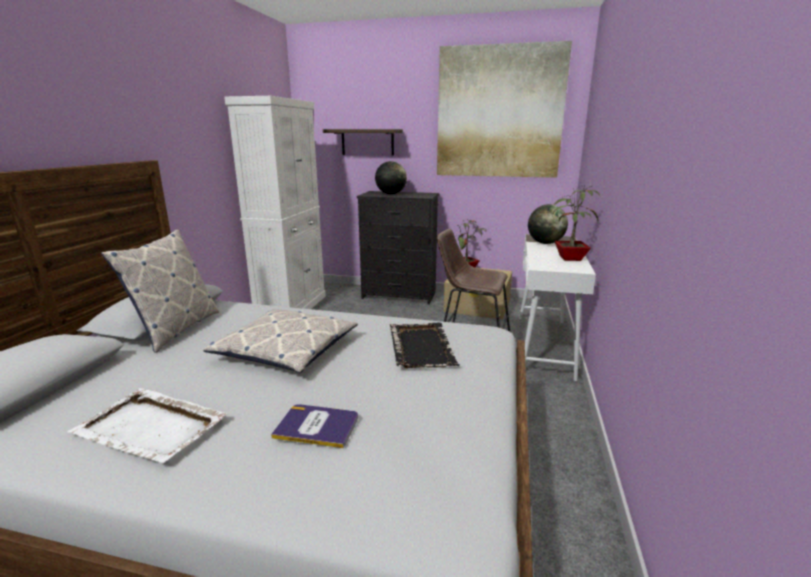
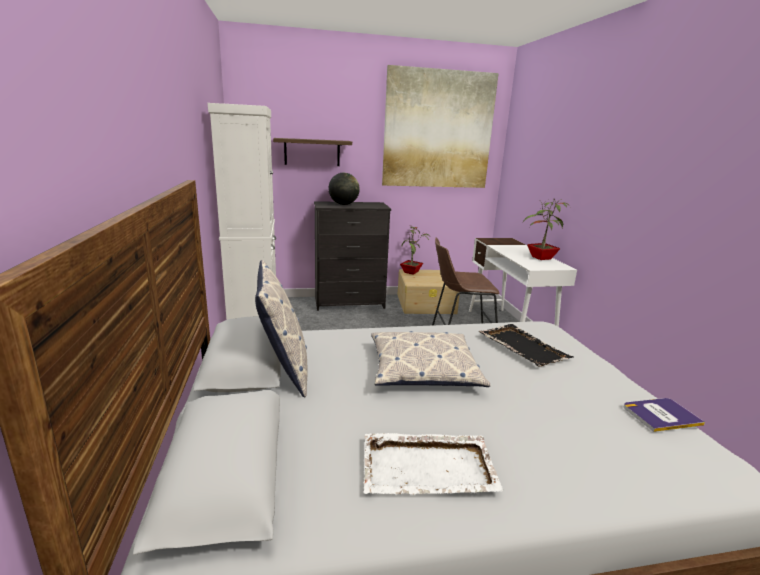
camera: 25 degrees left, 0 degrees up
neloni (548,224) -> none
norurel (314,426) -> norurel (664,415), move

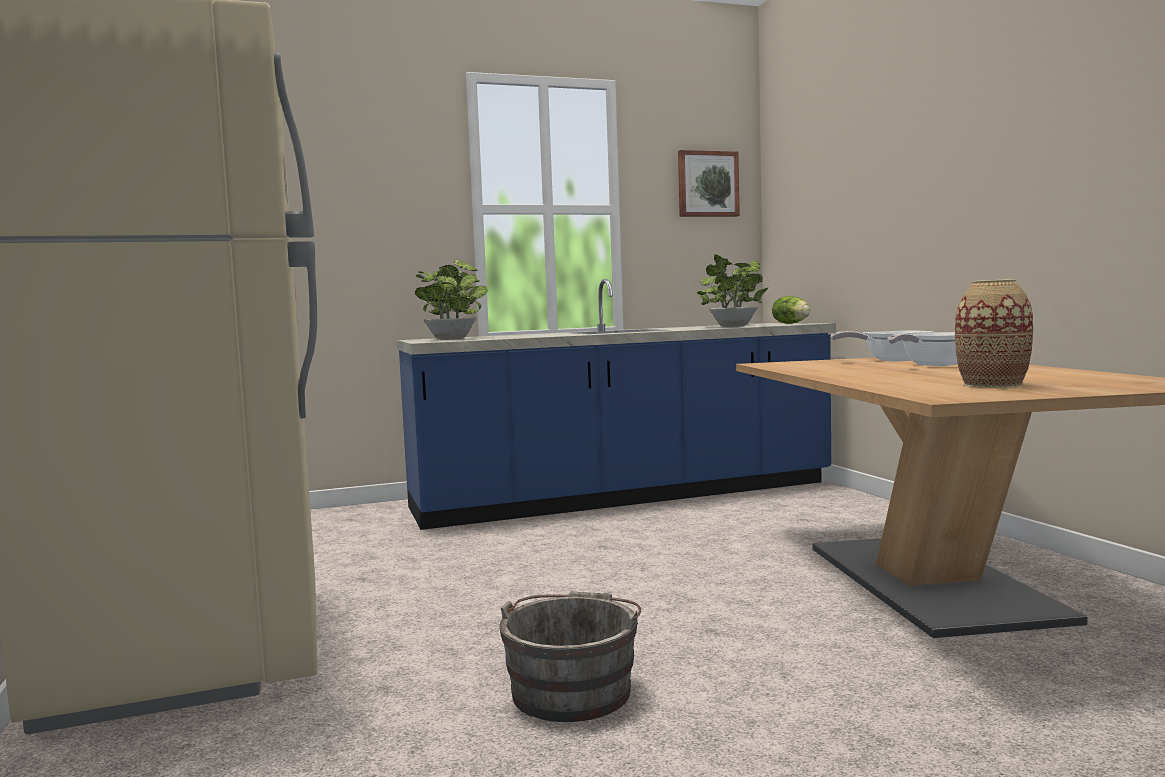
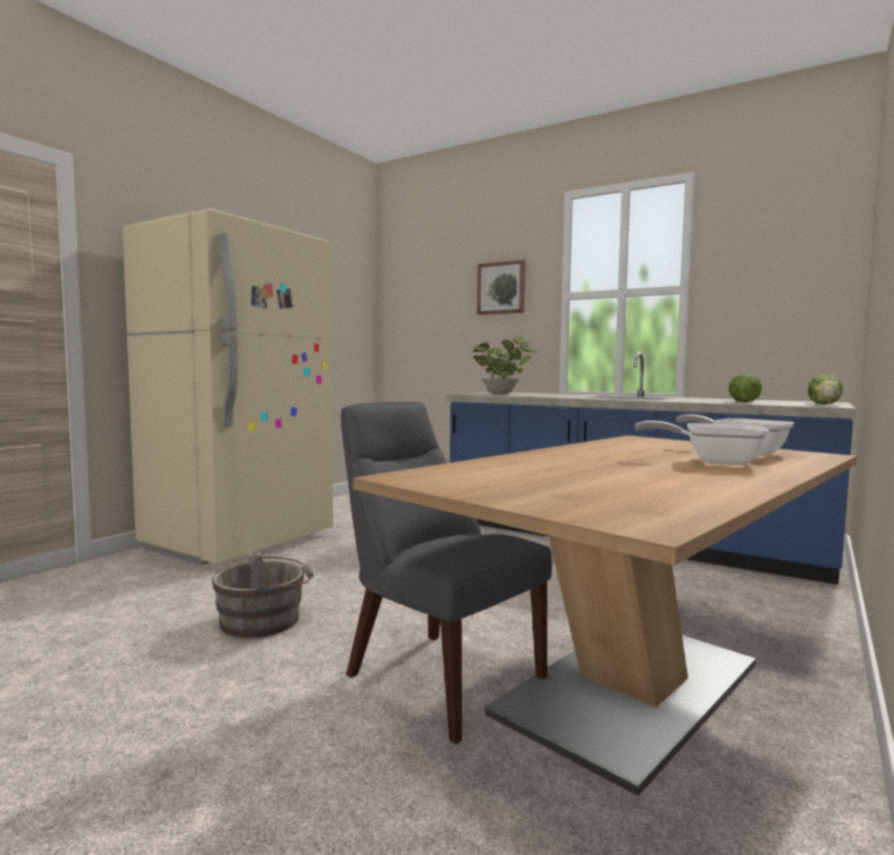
camera: 50 degrees right, 0 degrees up
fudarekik (994,333) -> none
none -> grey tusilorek (446,573)
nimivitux (709,183) -> nimivitux (501,287), move
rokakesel (731,290) -> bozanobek (745,387)

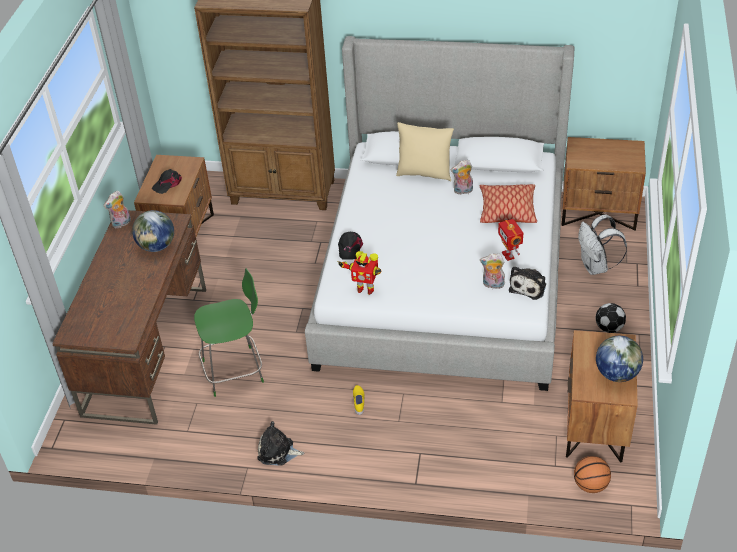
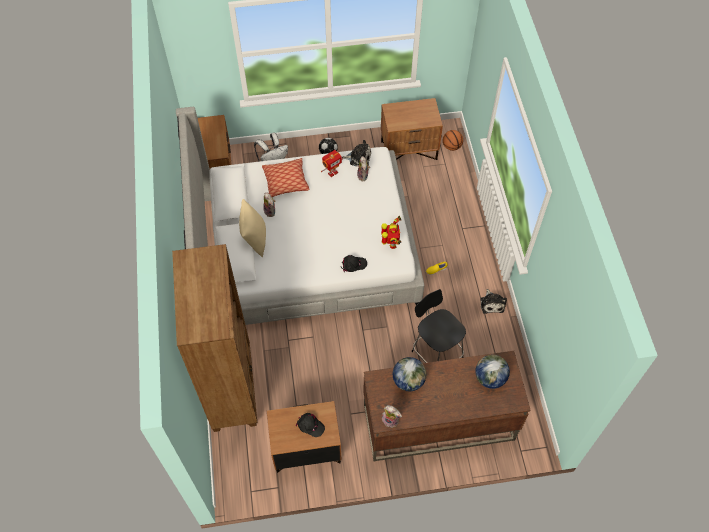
camera: 110 degrees left, 15 degrees up
neloni (619,359) -> neloni (492,372), move
green tusilorek (229,332) -> black tusilorek (438,326)

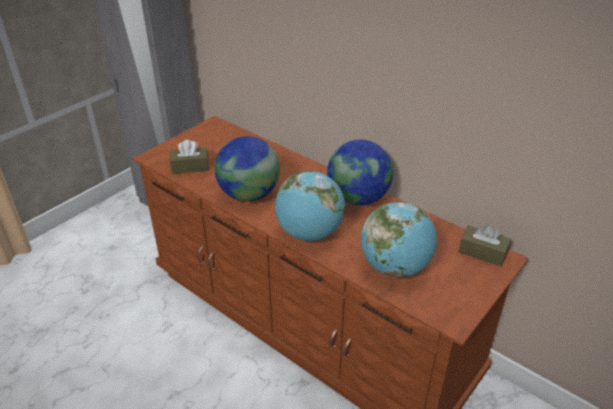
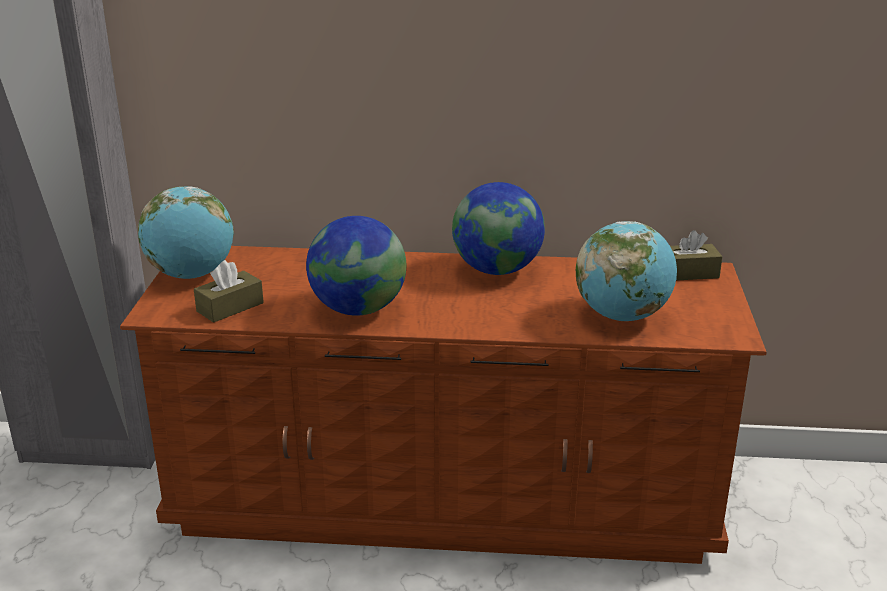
camera: 35 degrees left, 10 degrees down
neloni (310,206) -> neloni (186,232), move

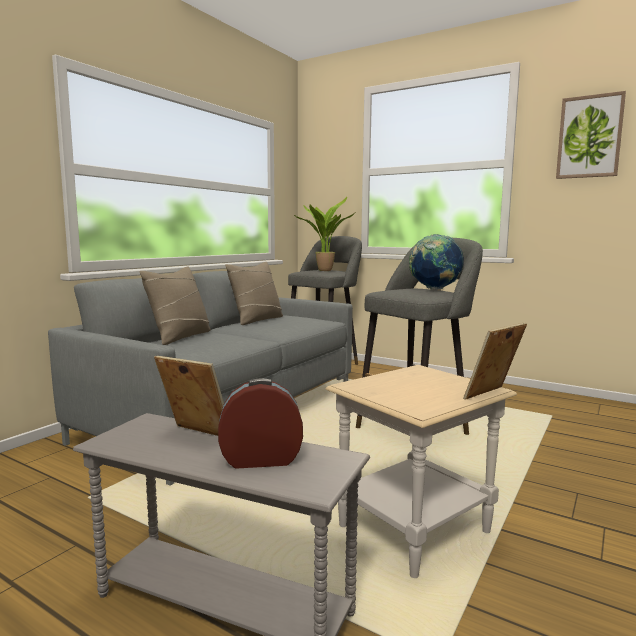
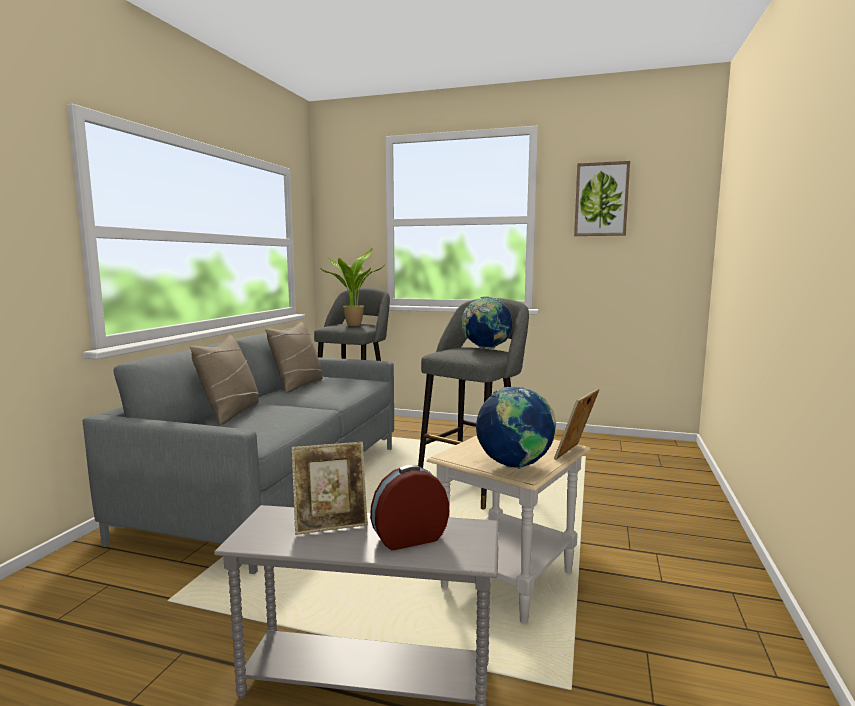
camera: 15 degrees left, 0 degrees up
none -> neloni (516,427)
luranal (189,396) -> luranal (330,488), 150 degrees clockwise

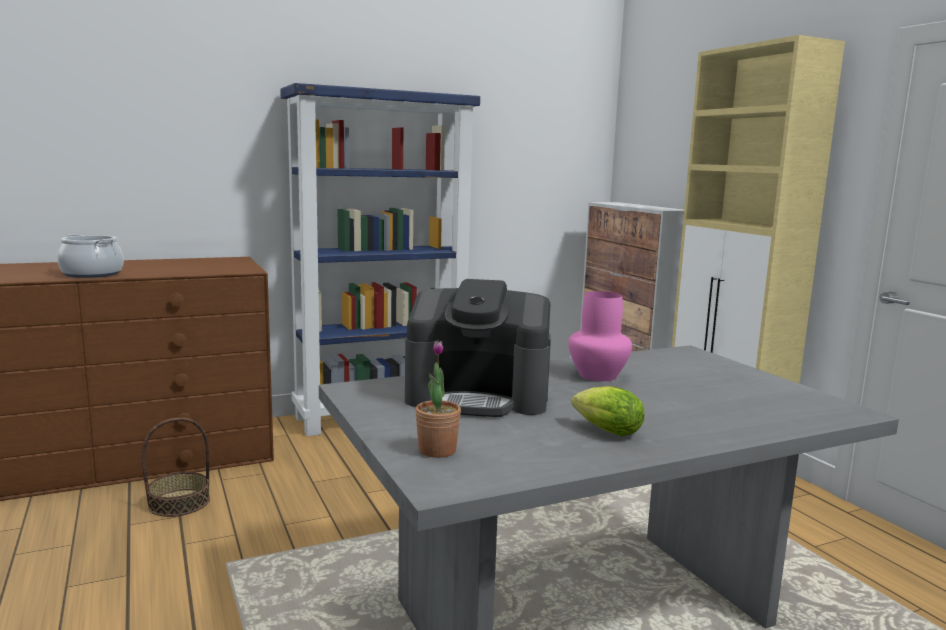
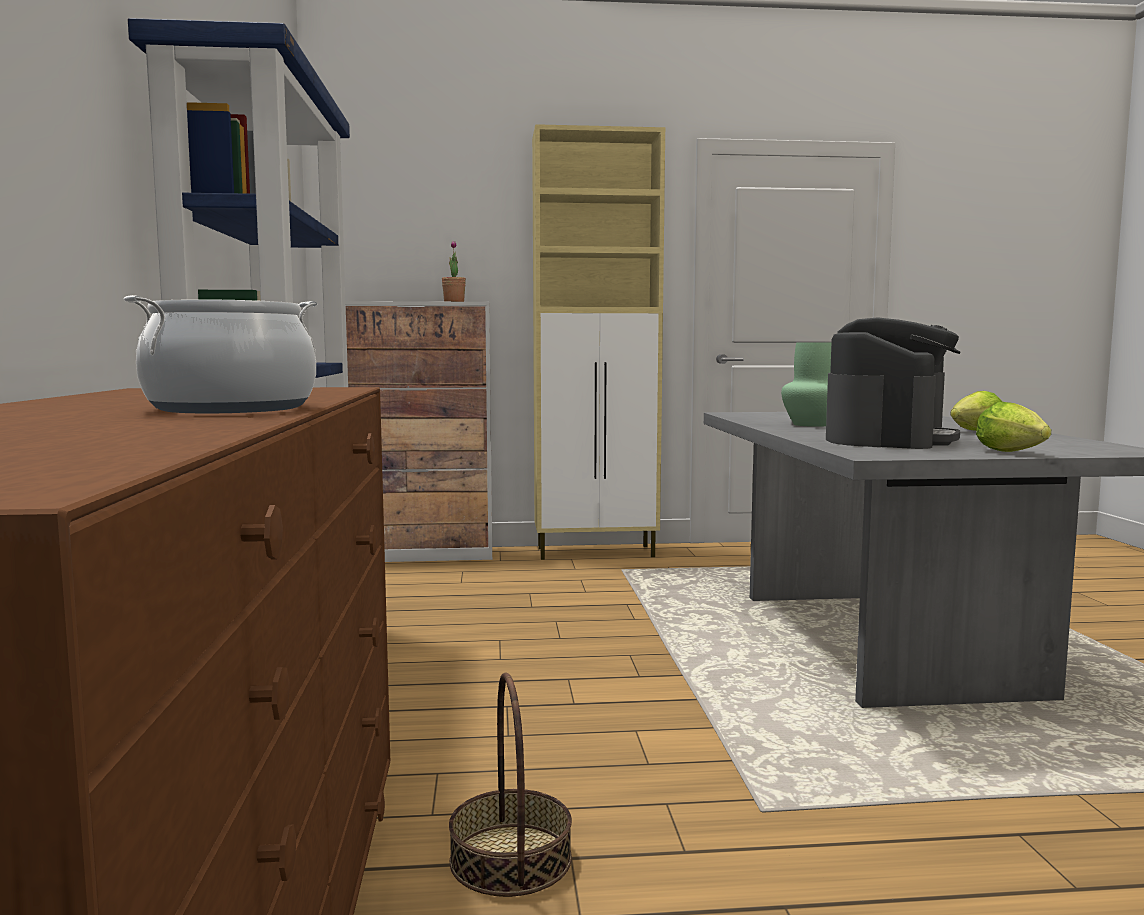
camera: 70 degrees left, 5 degrees down
none -> bozanobek (1013,427)
rokakesel (438,399) -> rokakesel (454,271), move
pink fudarekik (600,336) -> green fudarekik (806,385)

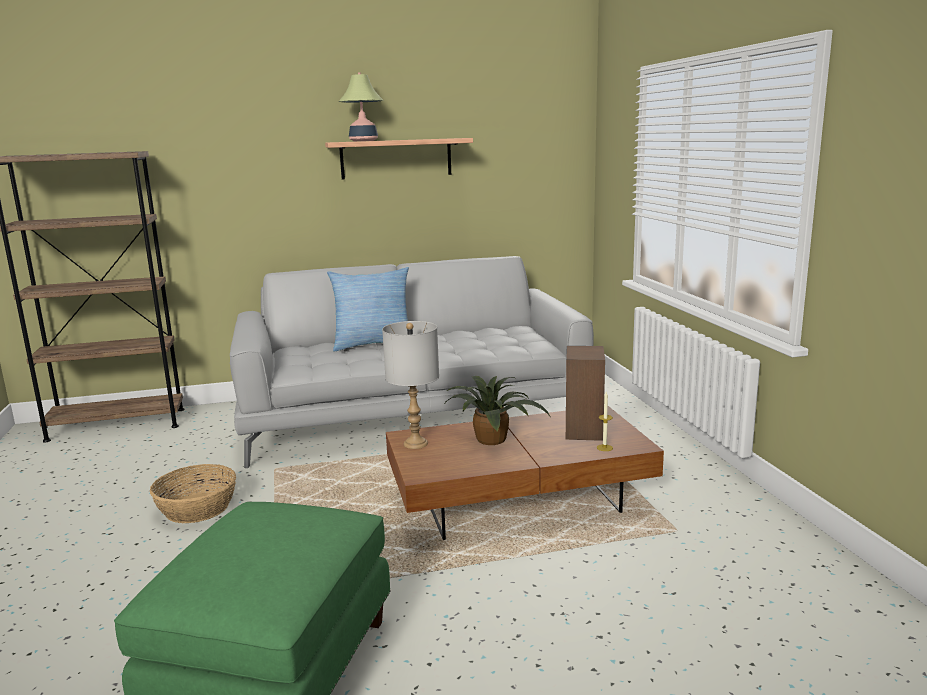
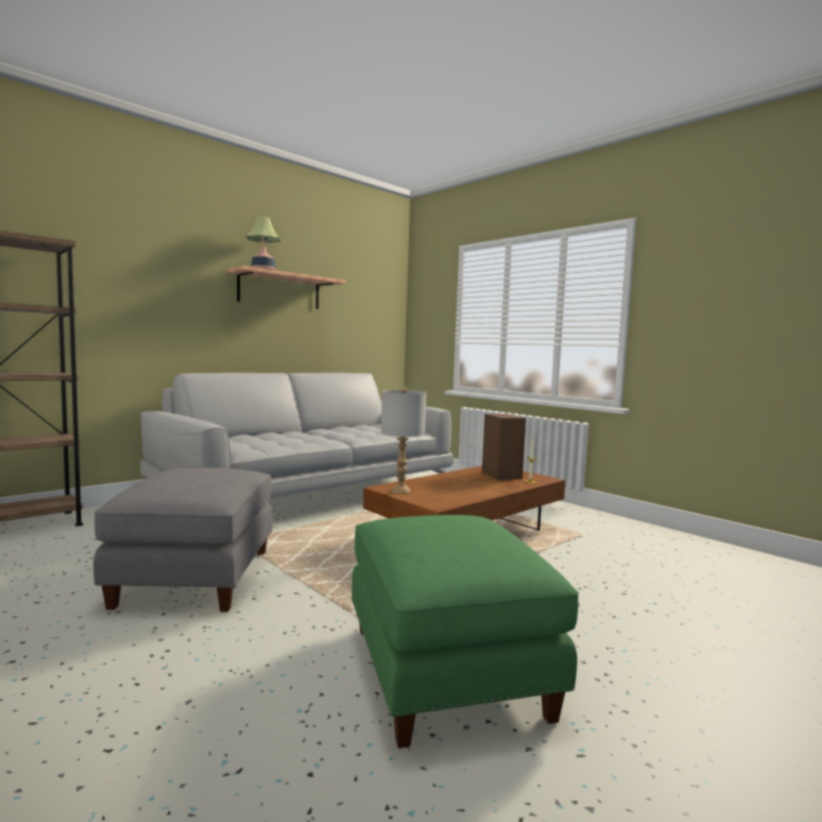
camera: 30 degrees left, 10 degrees down
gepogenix (368,309) -> none
rokakesel (497,410) -> none
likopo (193,493) -> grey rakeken (183,540)

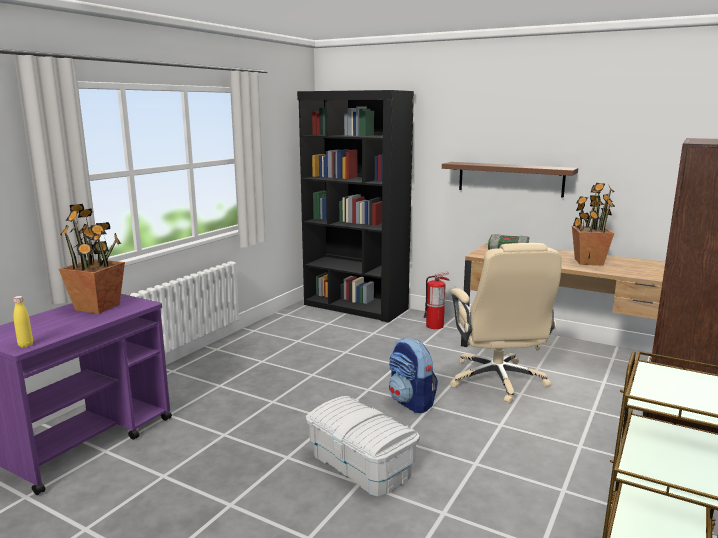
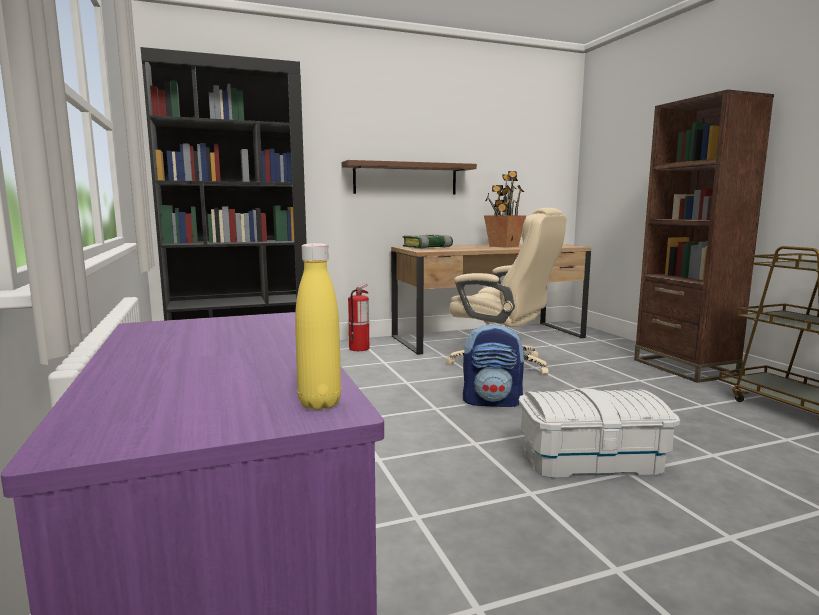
camera: 50 degrees left, 5 degrees down
rokakesel (92,259) -> none

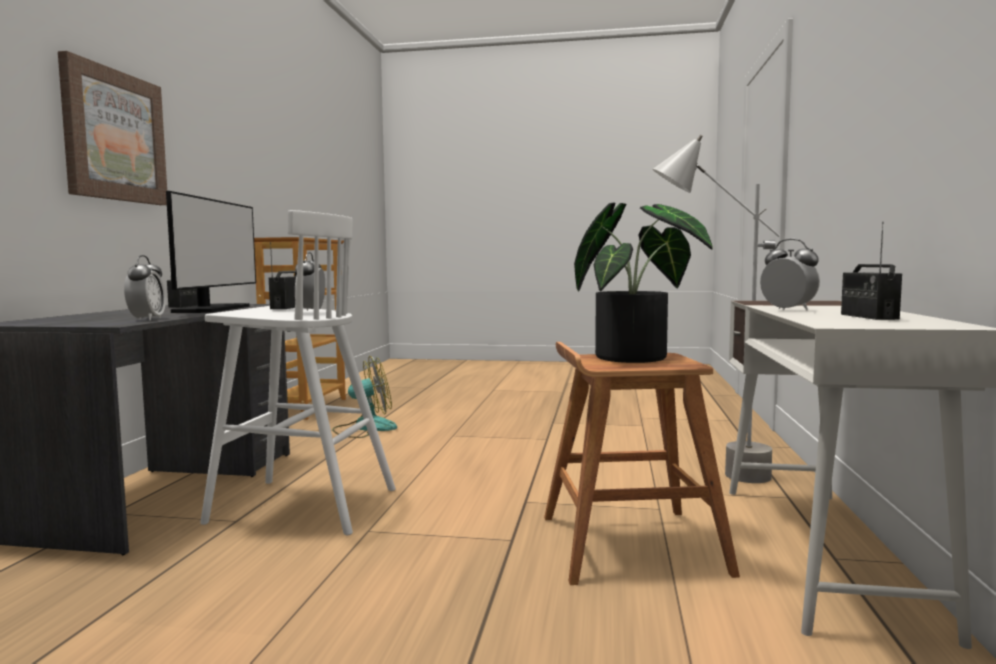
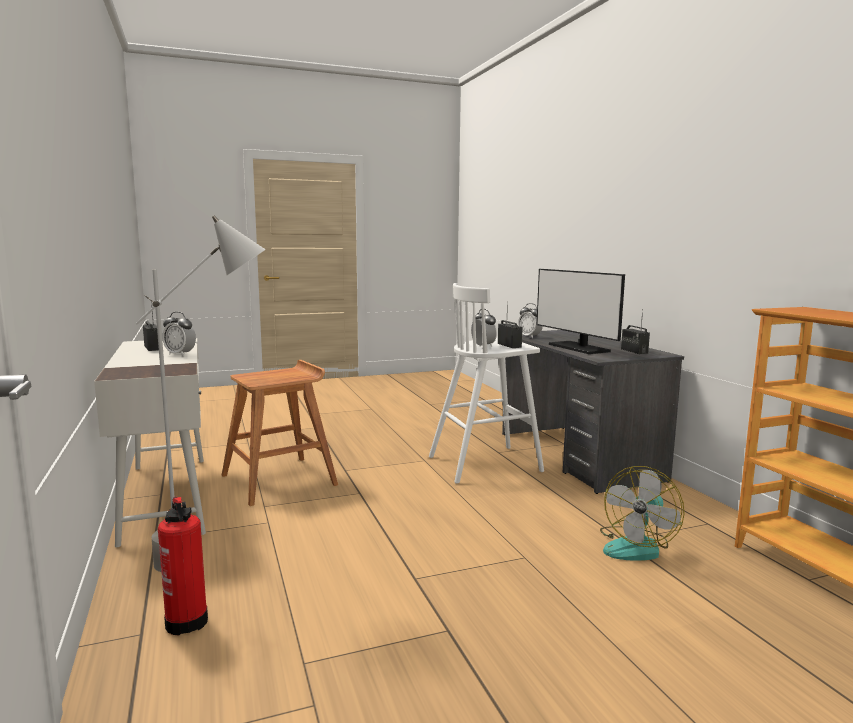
camera: 150 degrees right, 5 degrees up
nimivitux (112,128) -> none
rokakesel (643,283) -> none
none -> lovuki (183,565)

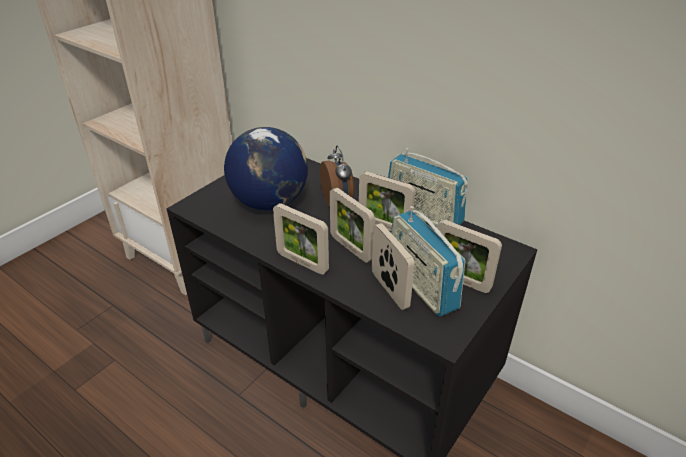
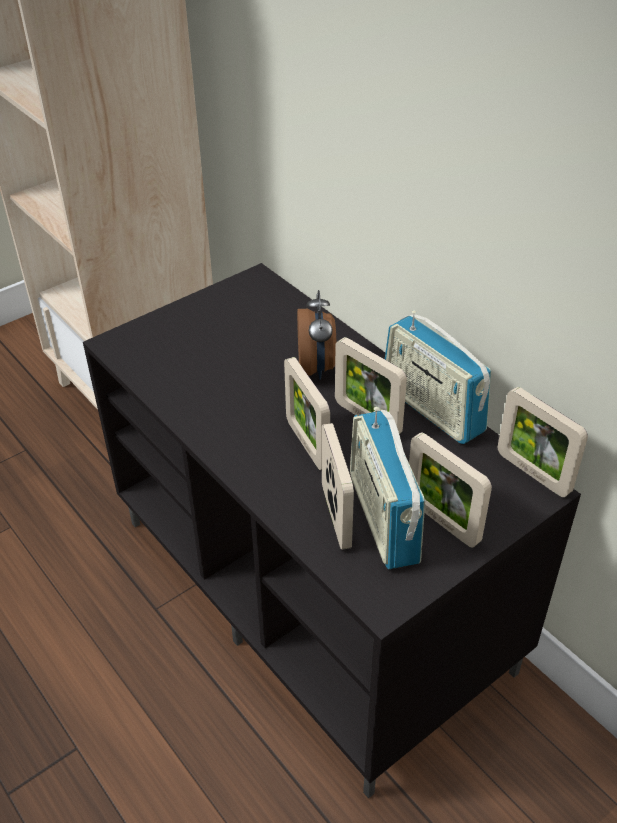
camera: 15 degrees right, 5 degrees up
neloni (266,169) -> none
luranal (301,239) -> luranal (543,442), move

